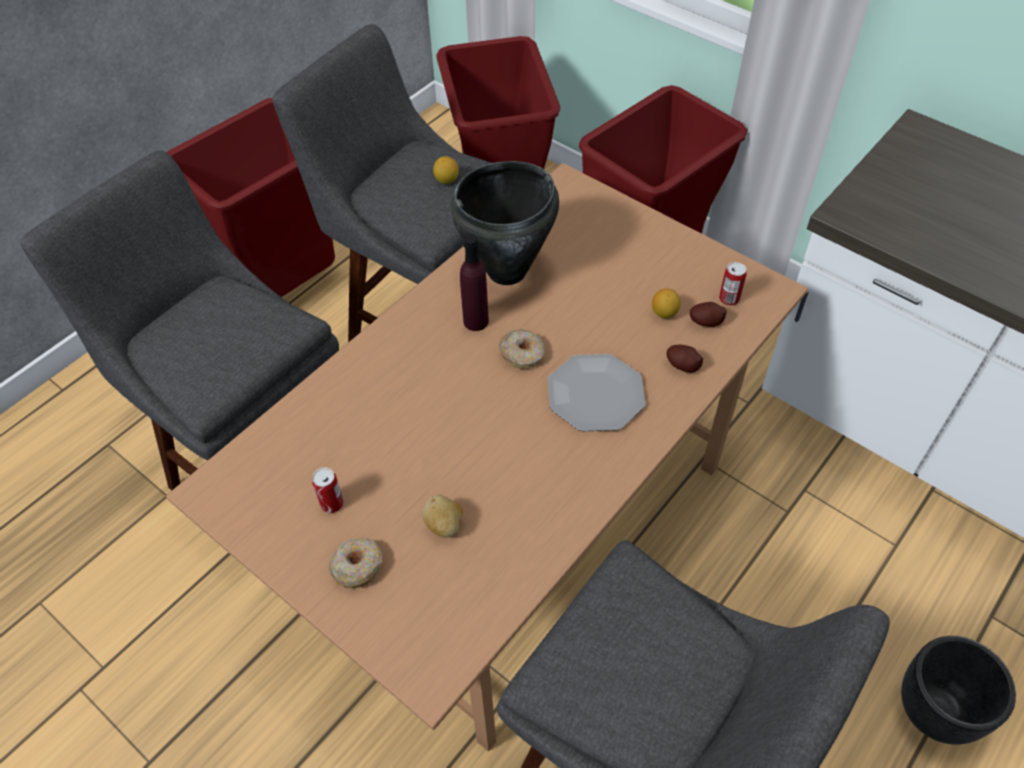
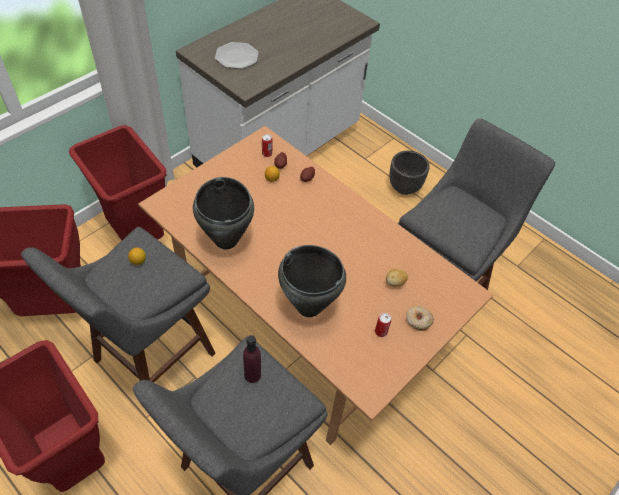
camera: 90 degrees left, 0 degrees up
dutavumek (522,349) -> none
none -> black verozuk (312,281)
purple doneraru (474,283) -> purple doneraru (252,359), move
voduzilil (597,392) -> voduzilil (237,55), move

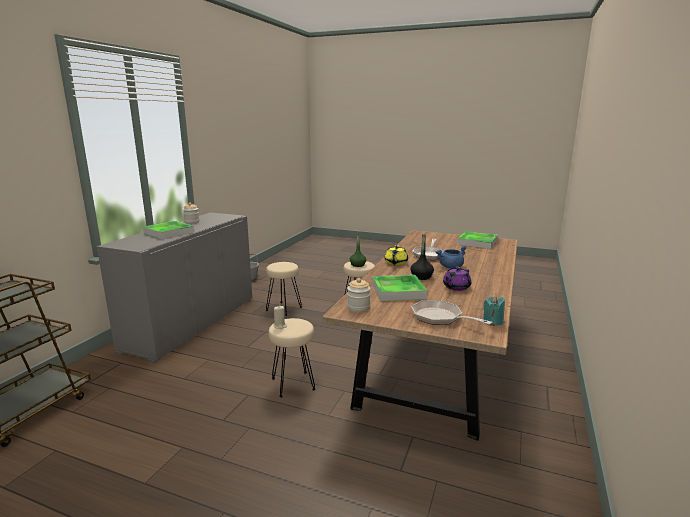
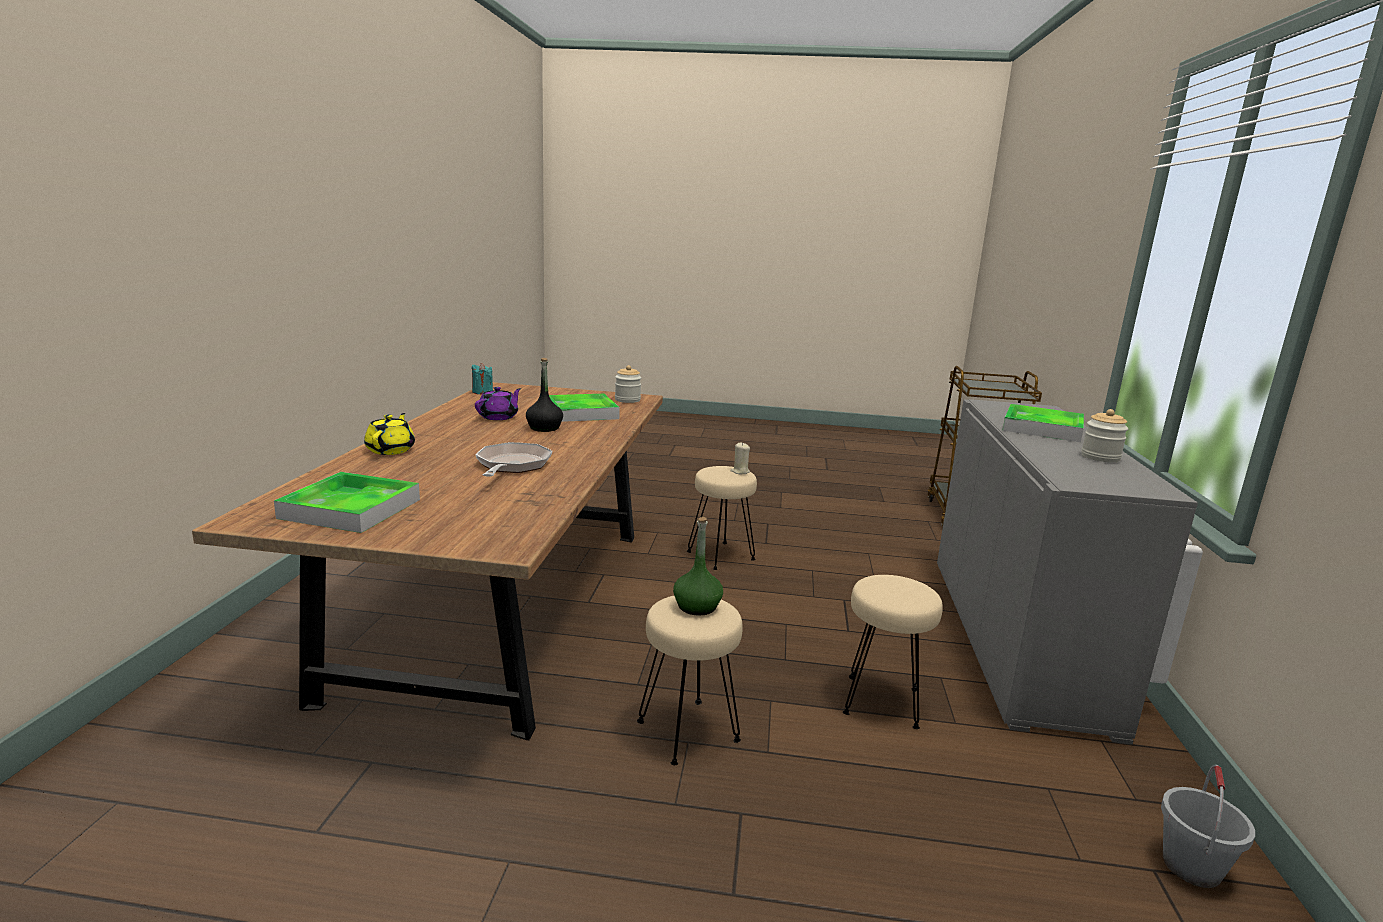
camera: 165 degrees right, 0 degrees up
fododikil (452,312) -> none
blue verozuk (451,257) -> none
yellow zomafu (396,255) -> yellow zomafu (389,434), move

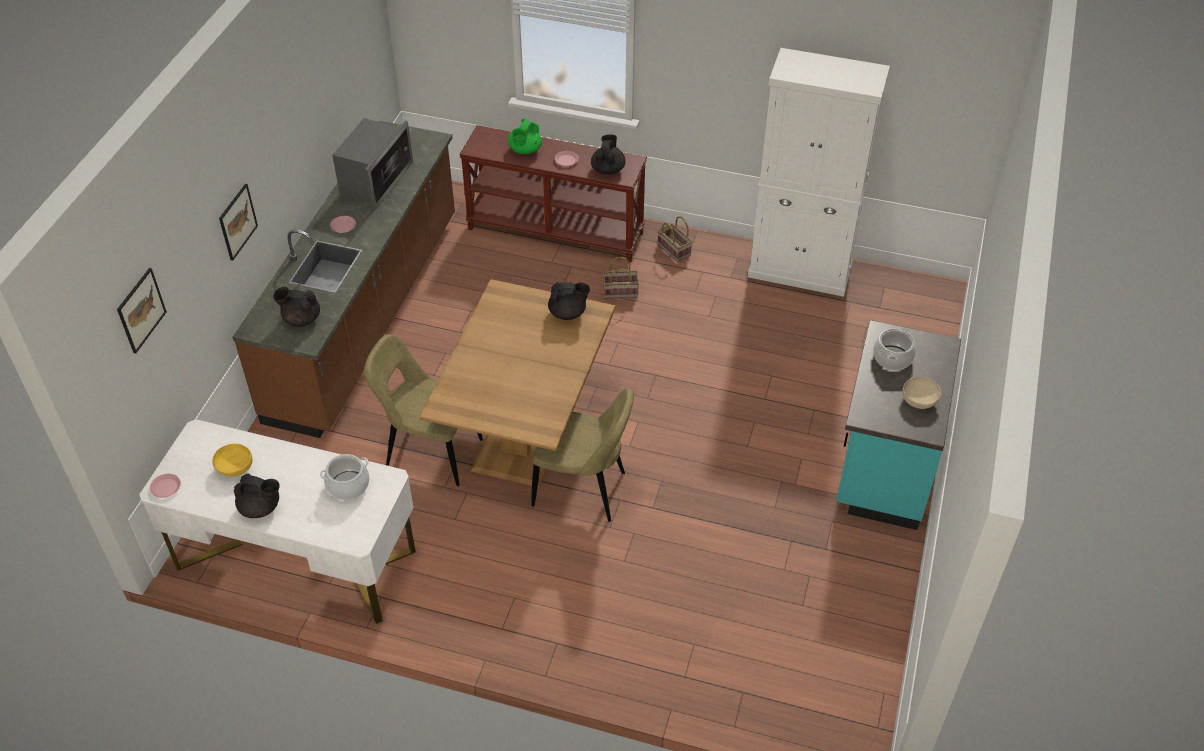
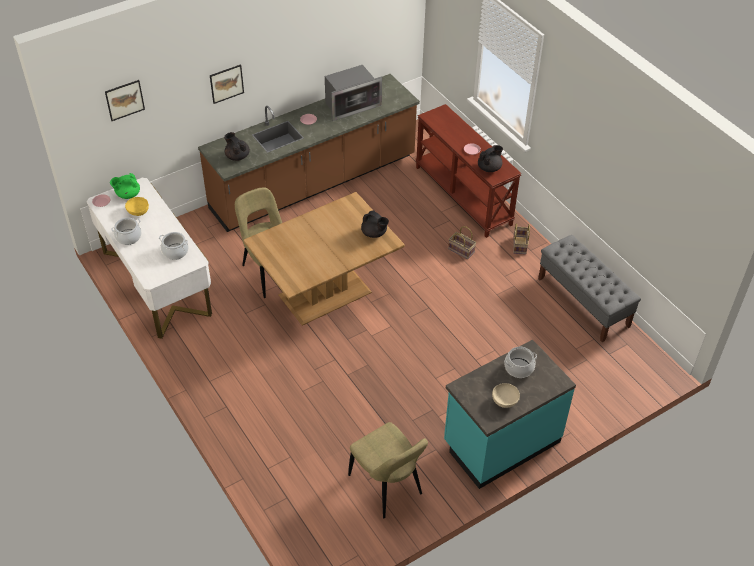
camera: 40 degrees right, 0 degrees up
green zomafu (525,136) -> green zomafu (125,186), move
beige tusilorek (582,455) -> beige tusilorek (388,470), move
black zomafu (257,495) -> verozuk (126,231)
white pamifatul (819,172) -> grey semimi (589,288)

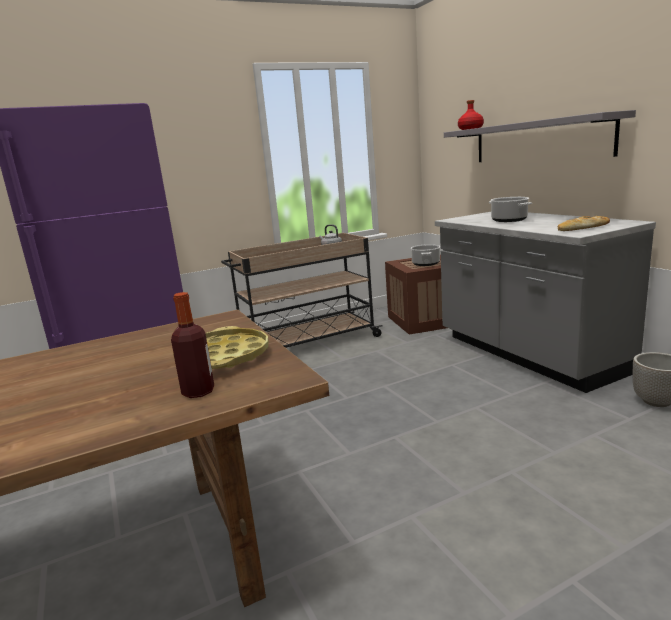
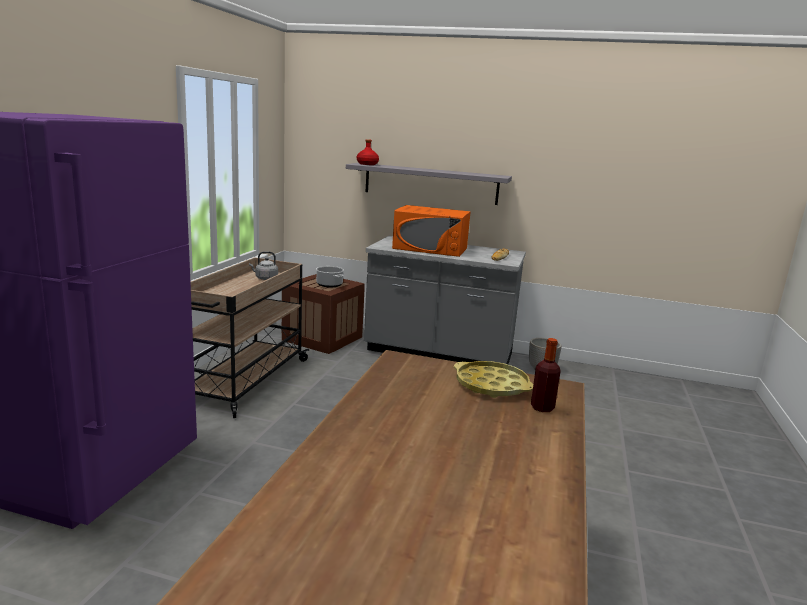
camera: 50 degrees left, 0 degrees up
verozuk (510,209) -> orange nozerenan (431,231)

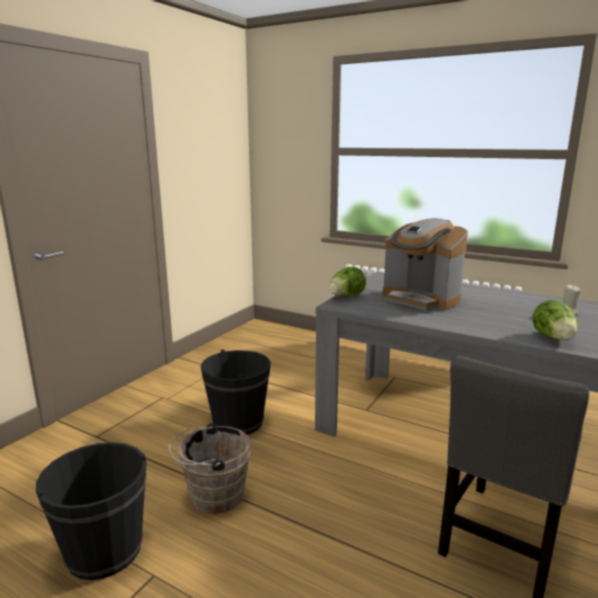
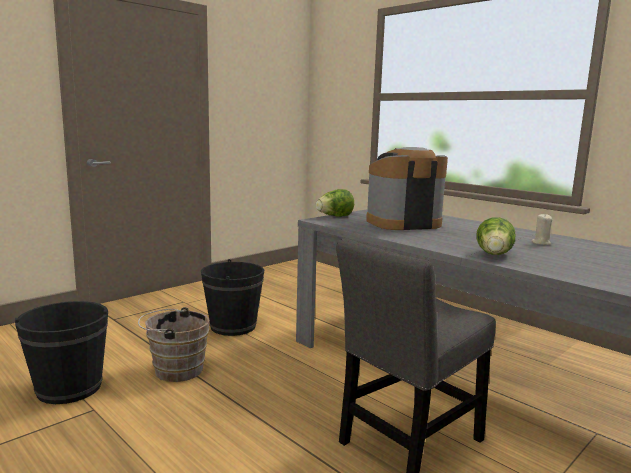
camera: 15 degrees right, 5 degrees down
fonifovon (425,264) -> fonifovon (407,188), 105 degrees clockwise

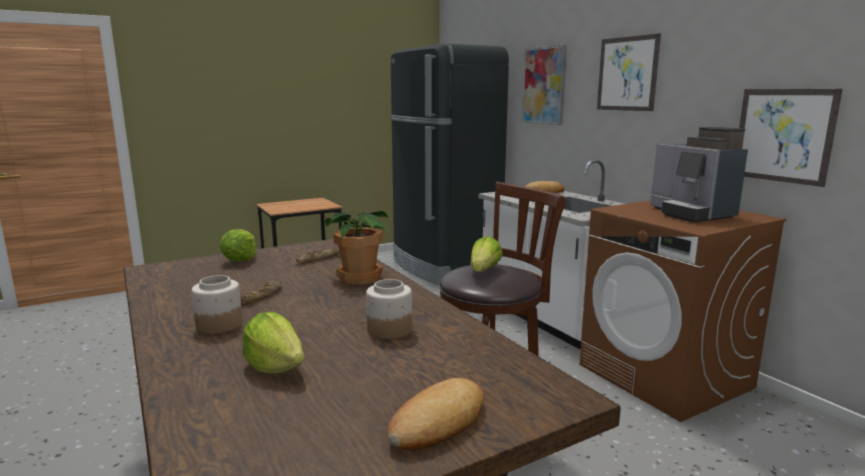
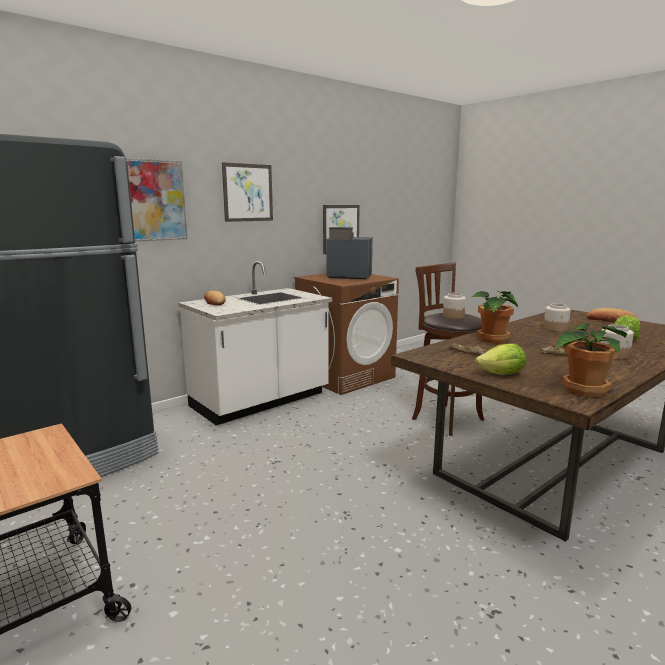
camera: 100 degrees left, 0 degrees up
none -> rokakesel (591,360)
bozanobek (487,254) -> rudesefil (454,306)
fonifovon (699,174) -> fonifovon (349,253), 135 degrees counterclockwise

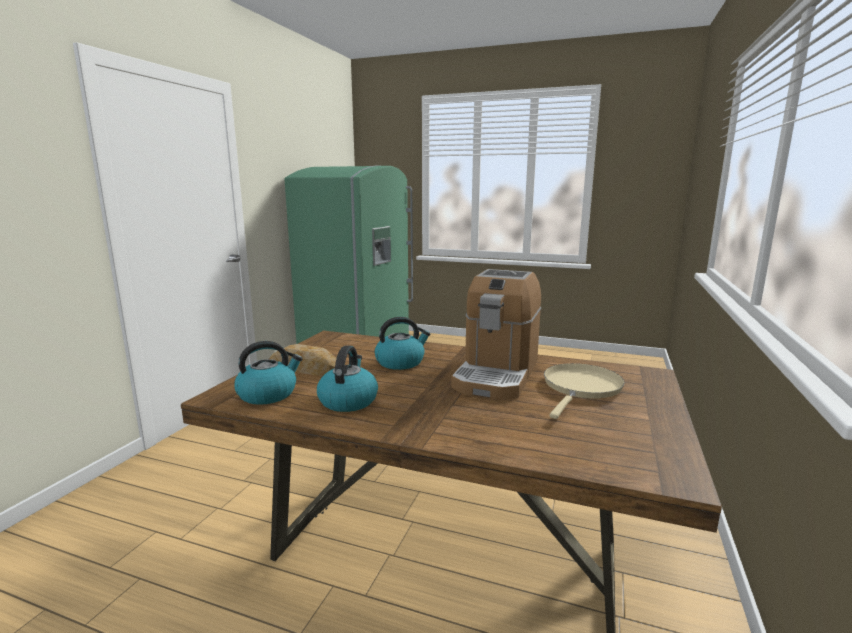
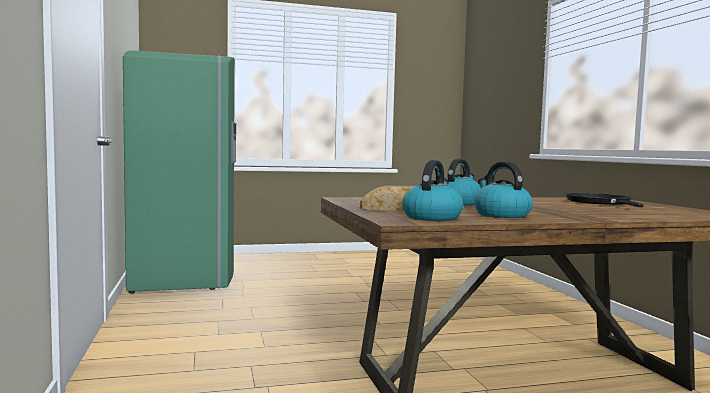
camera: 35 degrees left, 10 degrees down
fonifovon (496,334) -> none
beige fododikil (584,391) -> black fododikil (605,200)

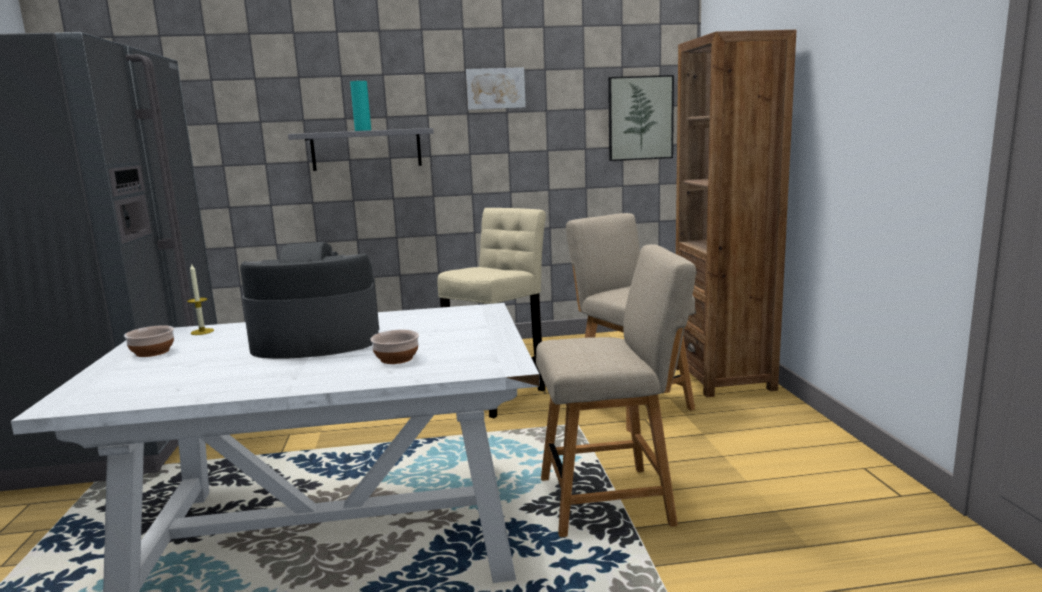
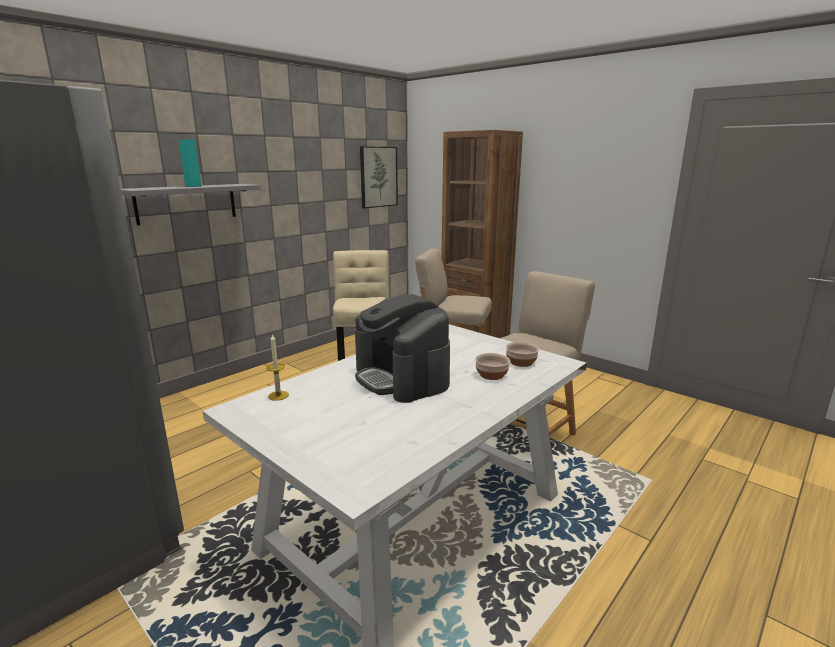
camera: 40 degrees left, 5 degrees up
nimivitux (496,88) -> none
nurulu (149,341) -> nurulu (522,354), move
fonifovon (309,300) -> fonifovon (402,348), 75 degrees counterclockwise

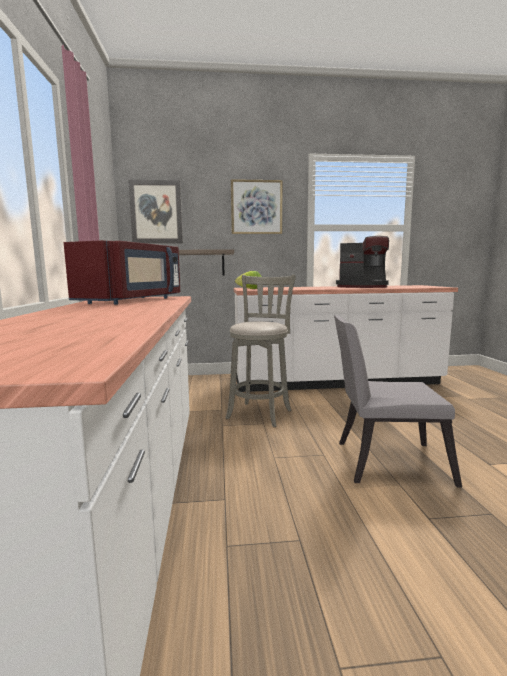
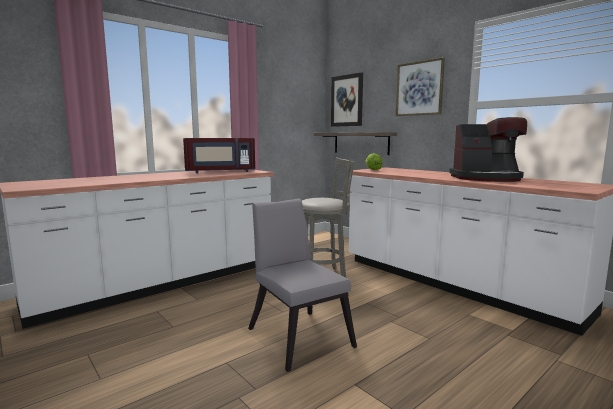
camera: 55 degrees right, 0 degrees up
fonifovon (362,262) -> fonifovon (488,149), 60 degrees counterclockwise

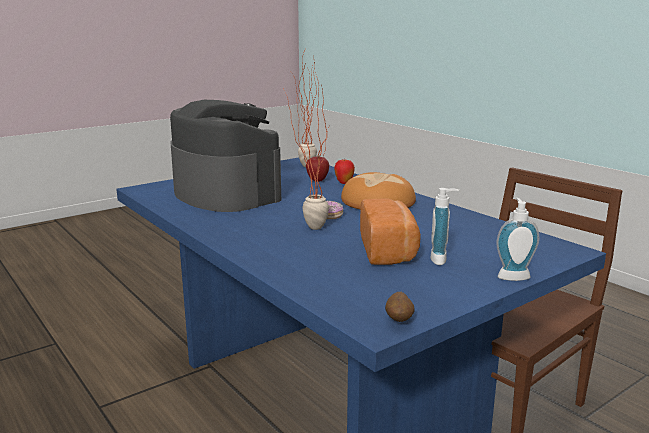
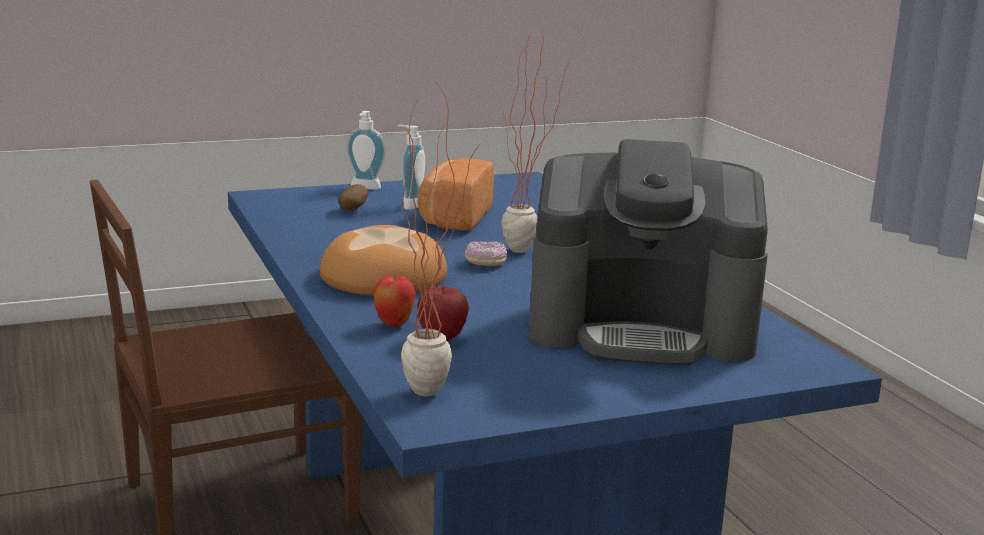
camera: 165 degrees left, 0 degrees up
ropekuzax (400,307) -> ropekuzax (353,197), move
fonifovon (225,156) -> fonifovon (648,252), 60 degrees counterclockwise

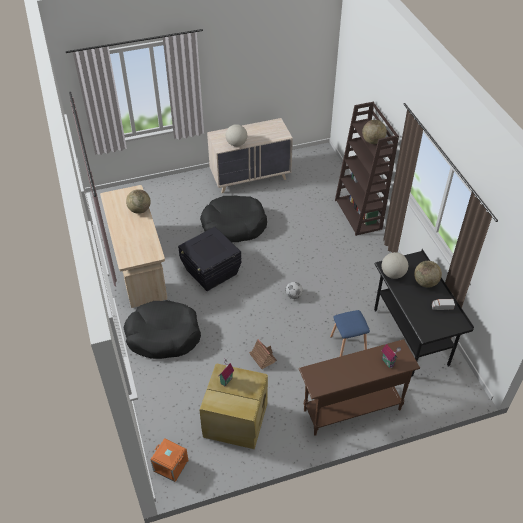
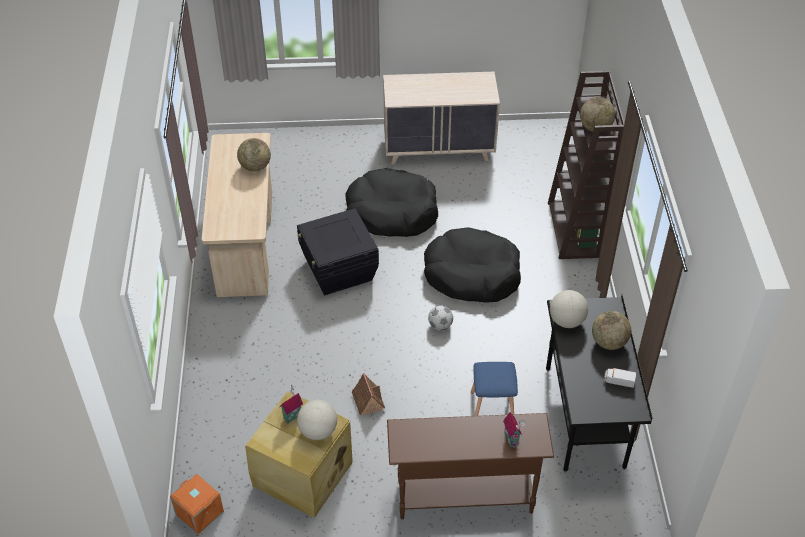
camera: 15 degrees right, 0 degrees up
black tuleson (162,329) -> black tuleson (472,265), move
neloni (236,135) -> neloni (317,420), move

